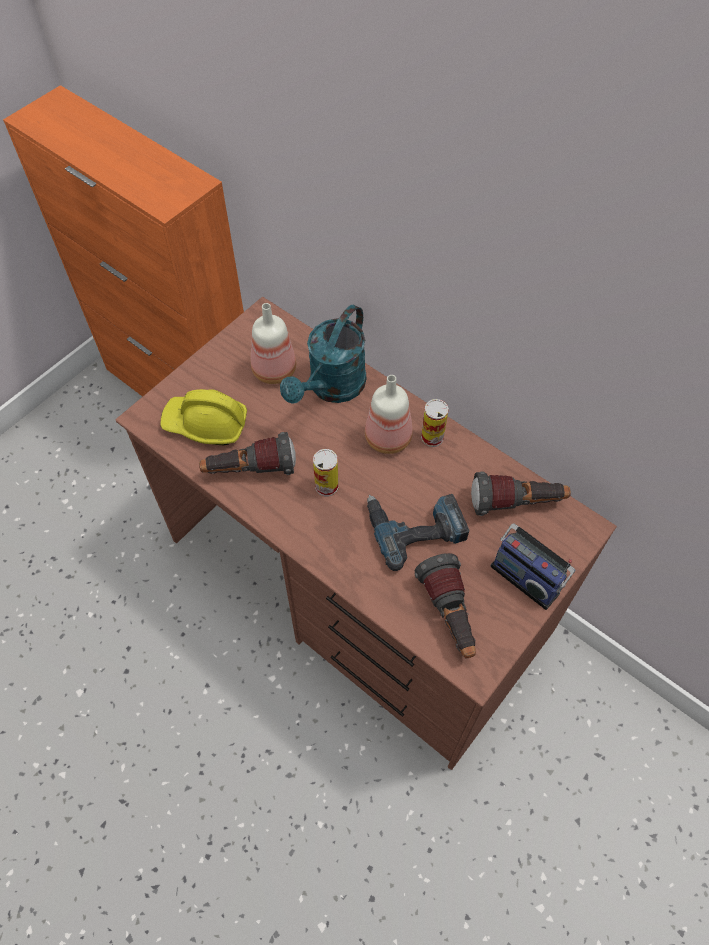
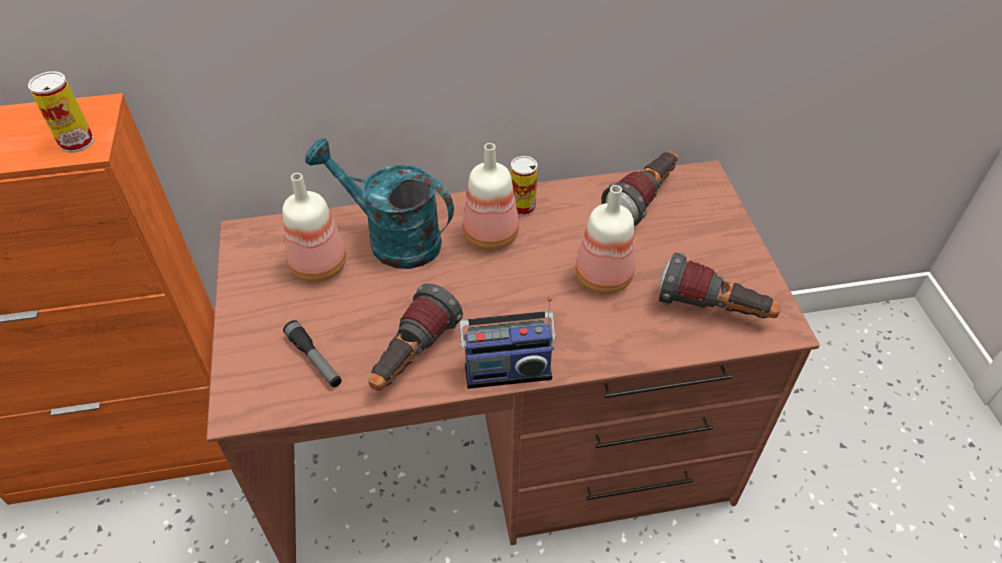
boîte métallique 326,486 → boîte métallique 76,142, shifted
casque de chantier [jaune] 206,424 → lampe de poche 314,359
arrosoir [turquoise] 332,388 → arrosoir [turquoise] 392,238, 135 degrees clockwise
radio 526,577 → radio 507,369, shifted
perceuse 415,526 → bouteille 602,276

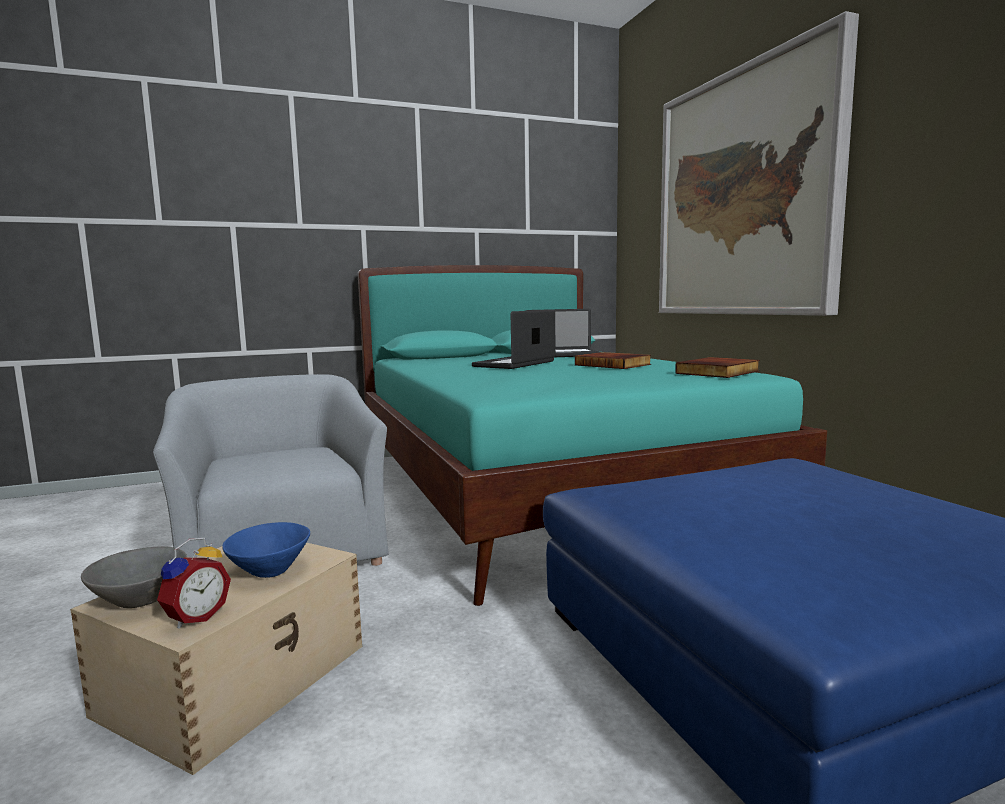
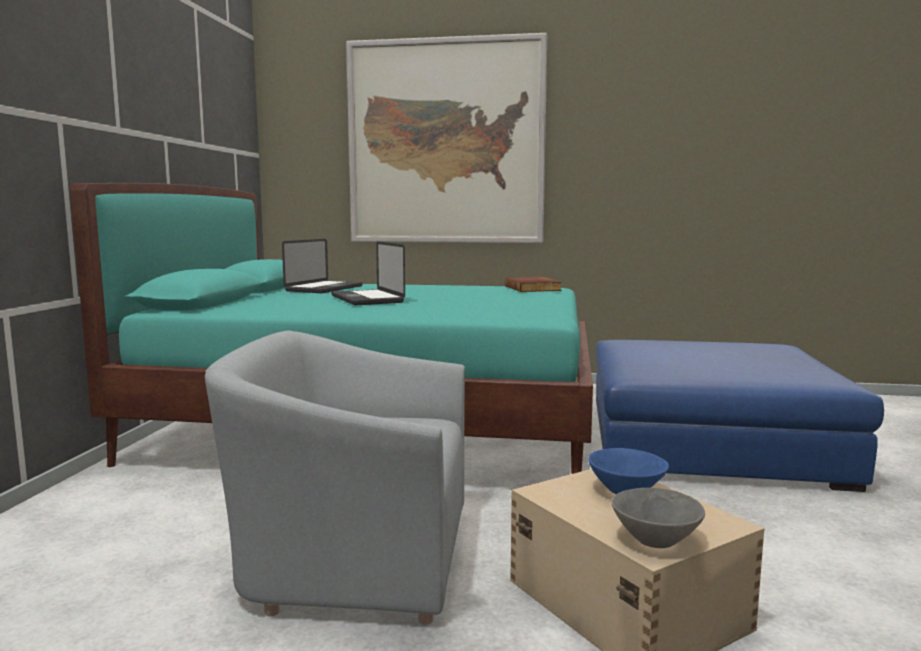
réveil 195,617 → -
livre 613,364 → -

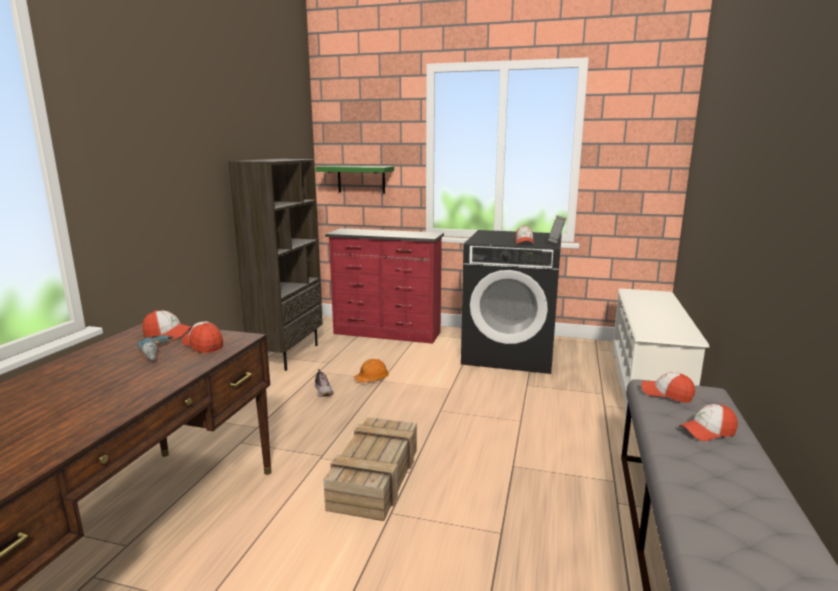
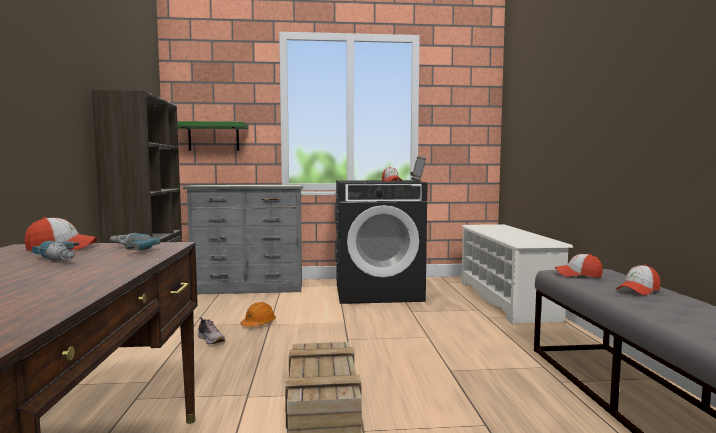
casquette 203,344 → perceuse 123,250
commode [rouge] 387,333 → commode [gris] 249,289

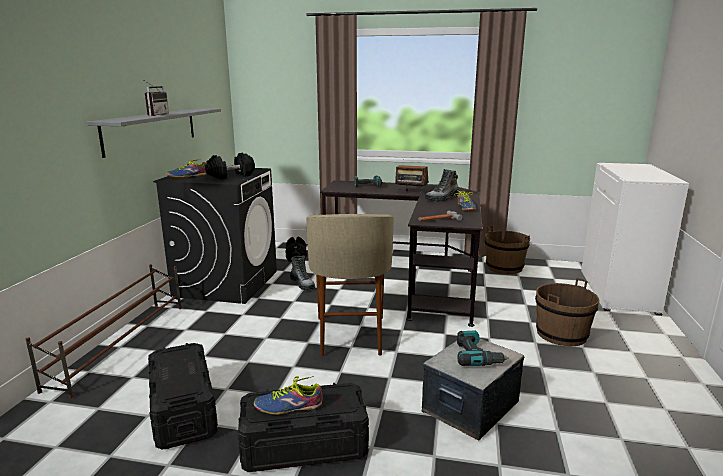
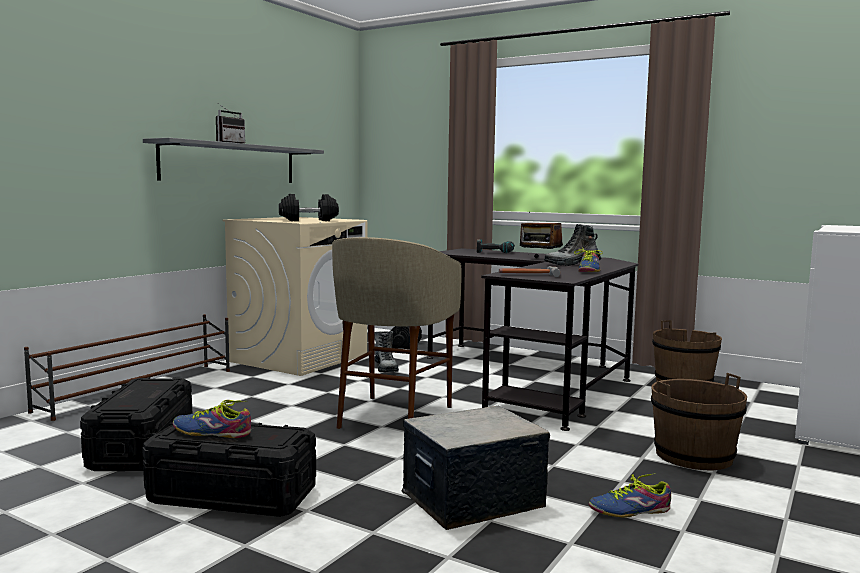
lave-linge [noir] 227,283 → lave-linge [beige] 300,358
chaussure 188,176 → chaussure 630,510, shifted
perceuse 477,356 → -

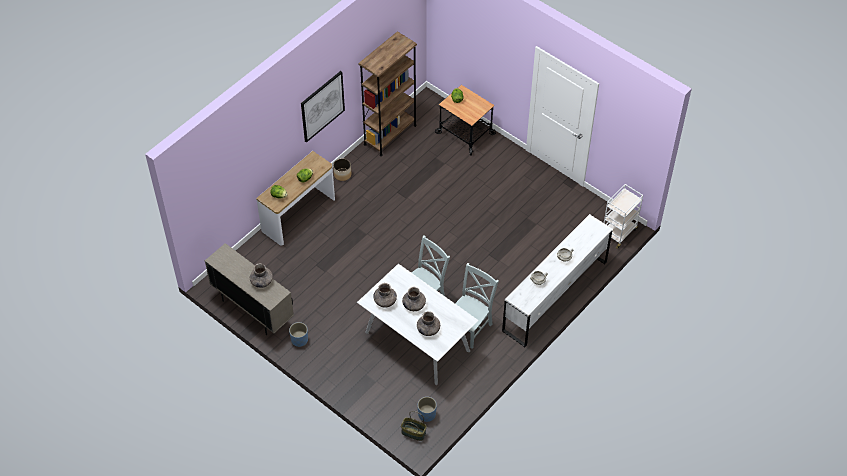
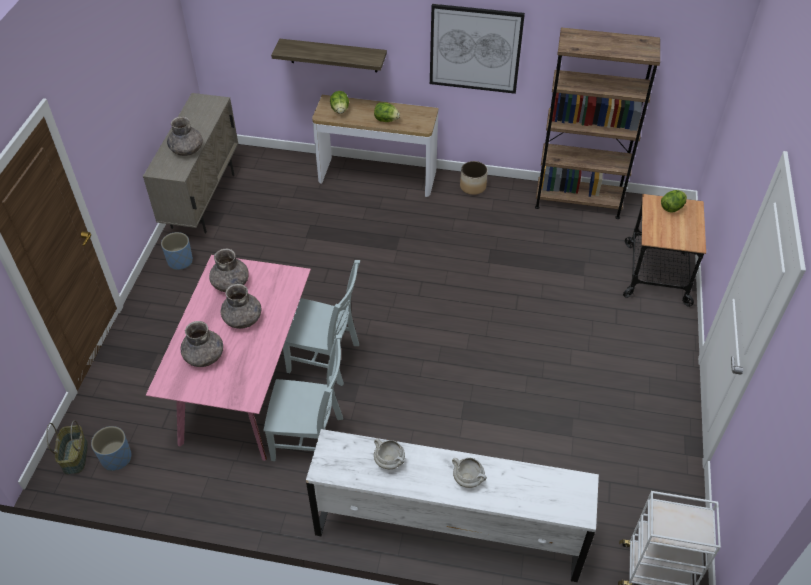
table à manger [blanc] 418,341 → table à manger [rose] 247,386
- → étagère 333,55

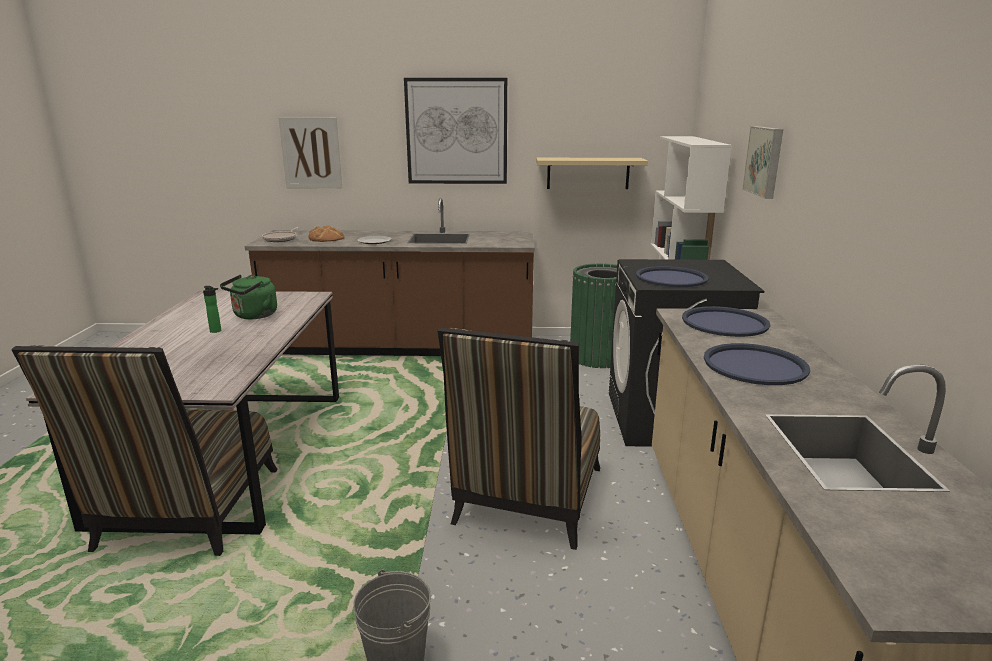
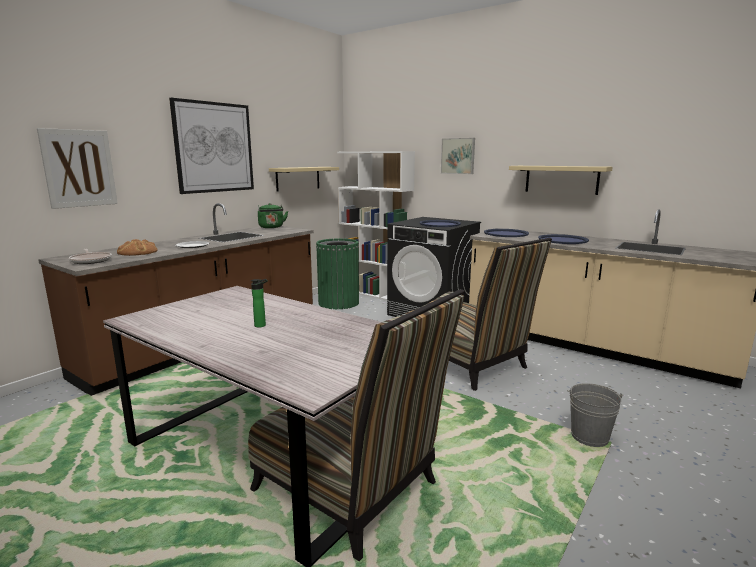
bouilloire [vert] 253,316 → bouilloire [vert] 271,227, shifted
- → étagère [beige] 561,179

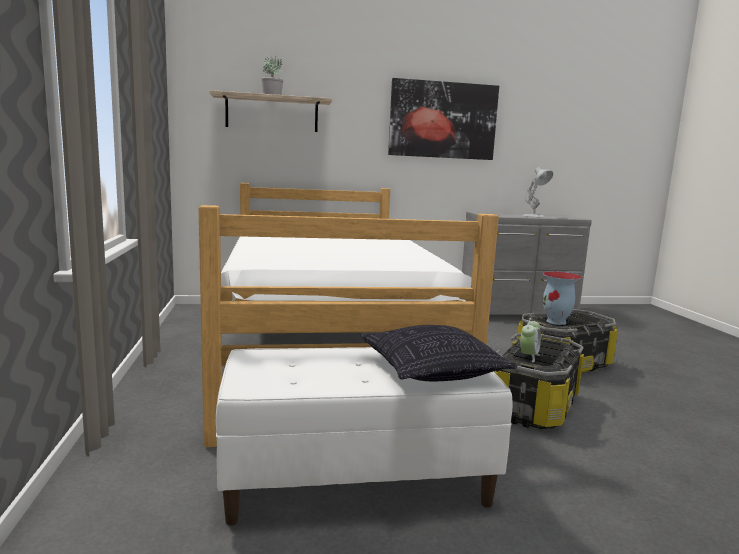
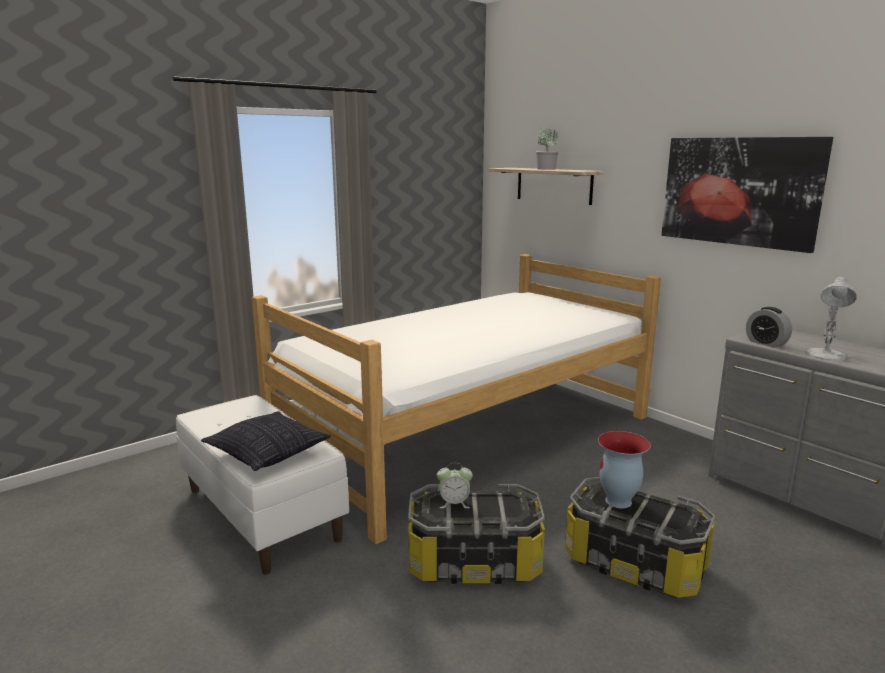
- → réveil 766,343

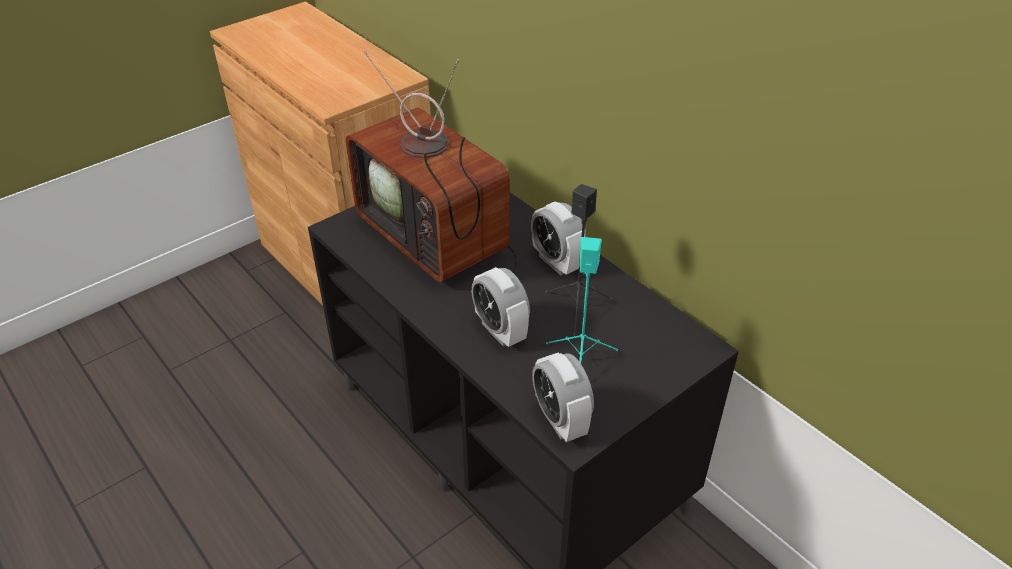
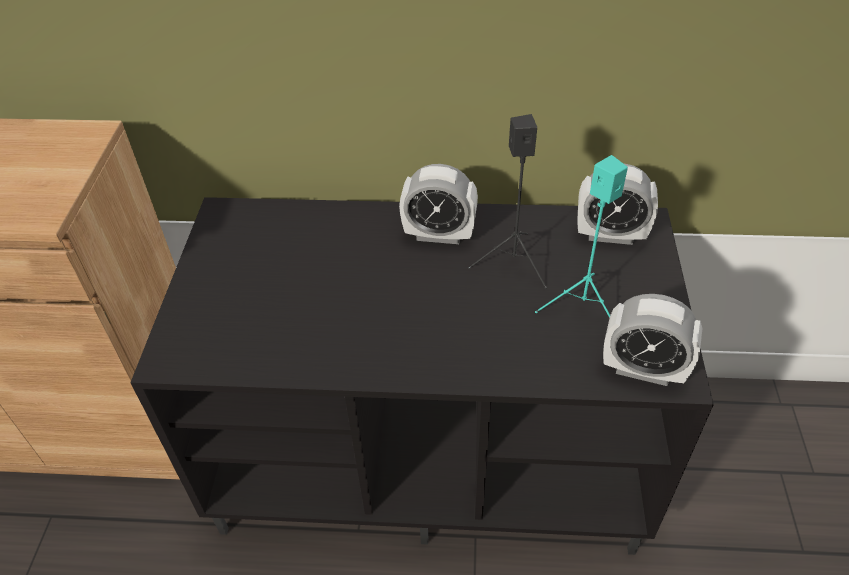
réveil 500,331 → réveil 610,235, shifted
téléviseur 439,239 → -

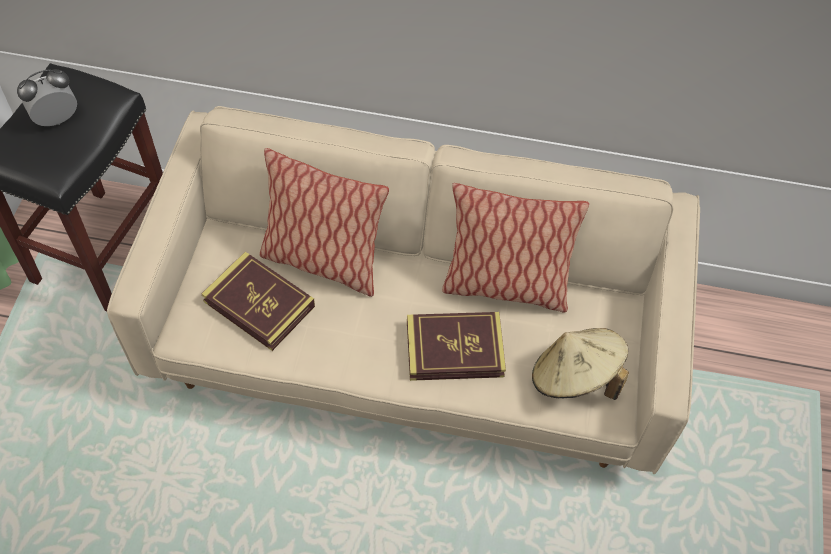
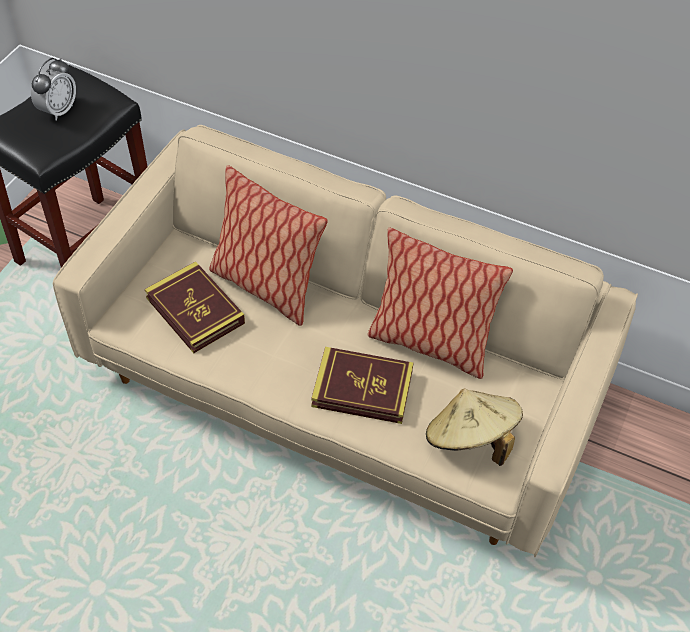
réveil 57,119 → réveil 58,110, 135 degrees clockwise

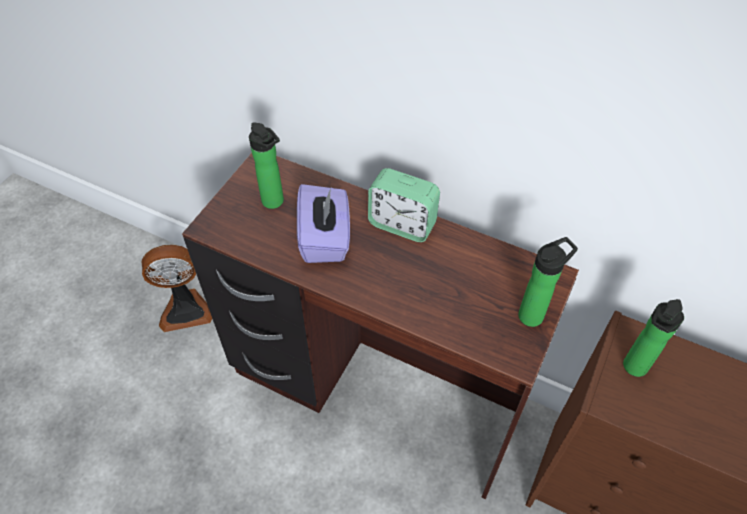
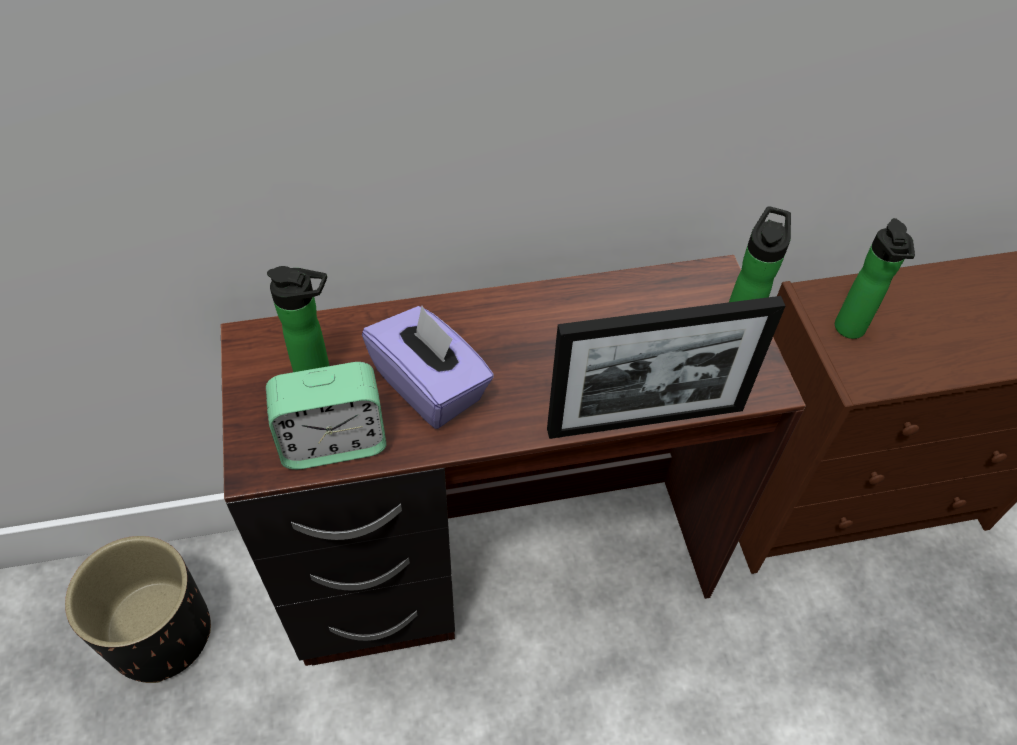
ventilateur 185,309 → cache-pot [noir] 161,634
réveil 402,224 → réveil 333,442, shifted
- → cadre photo 645,420

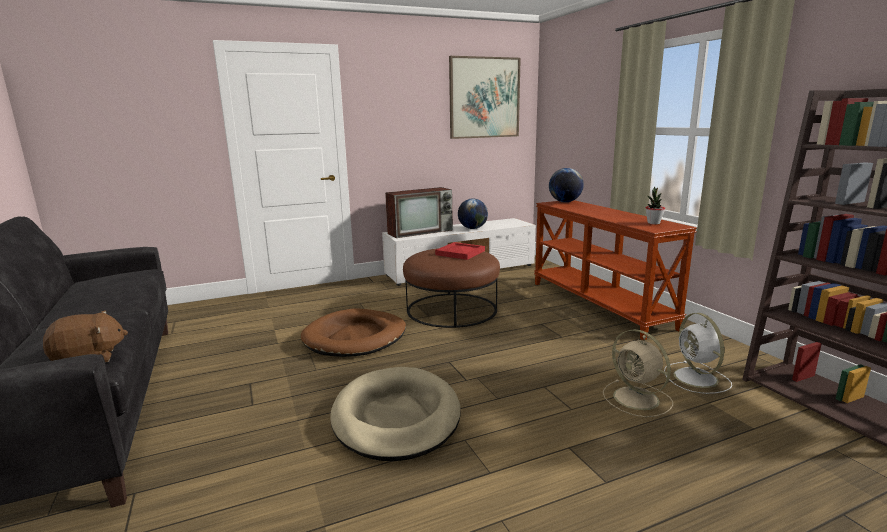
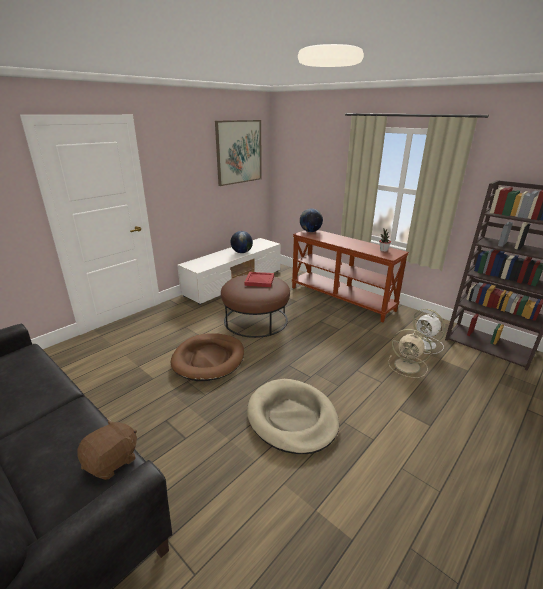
téléviseur 421,231 → -

